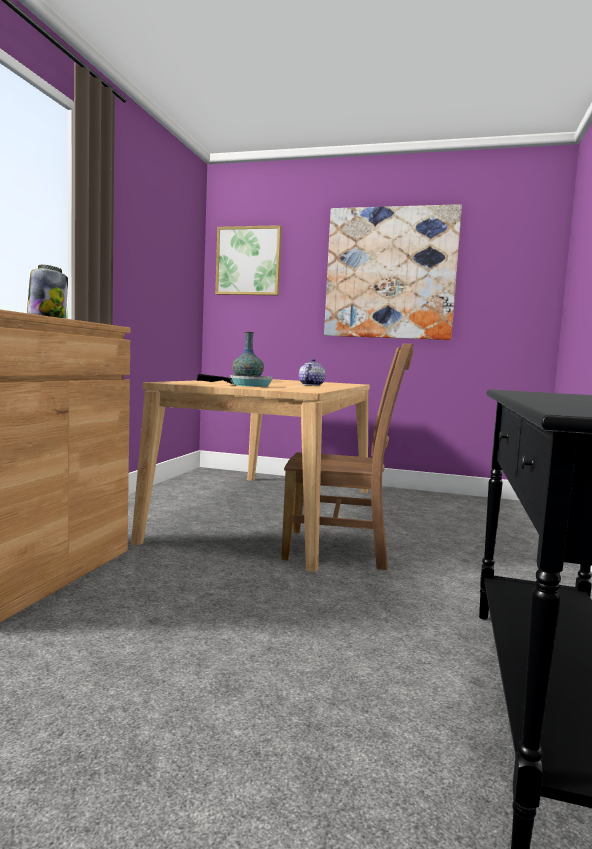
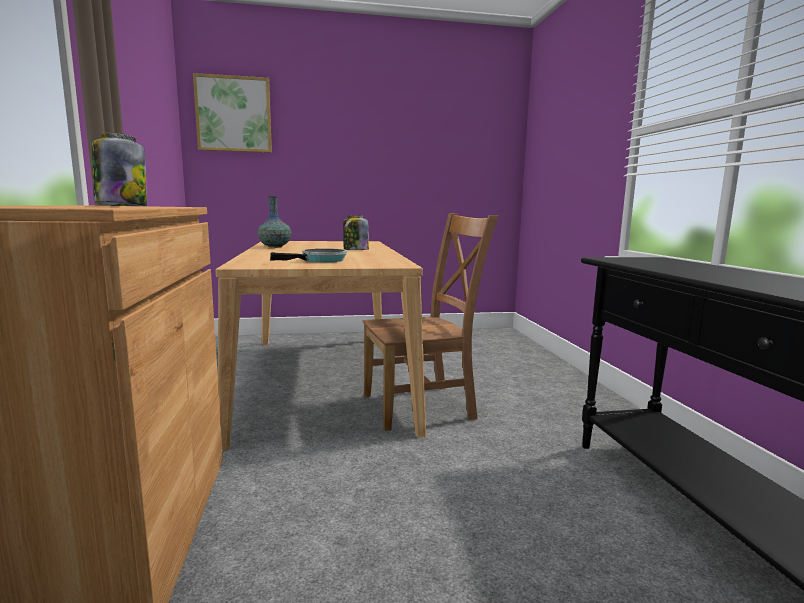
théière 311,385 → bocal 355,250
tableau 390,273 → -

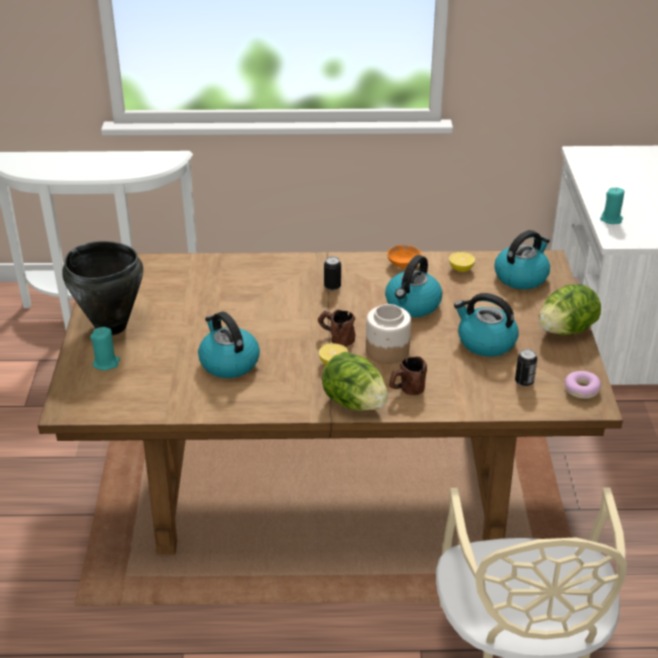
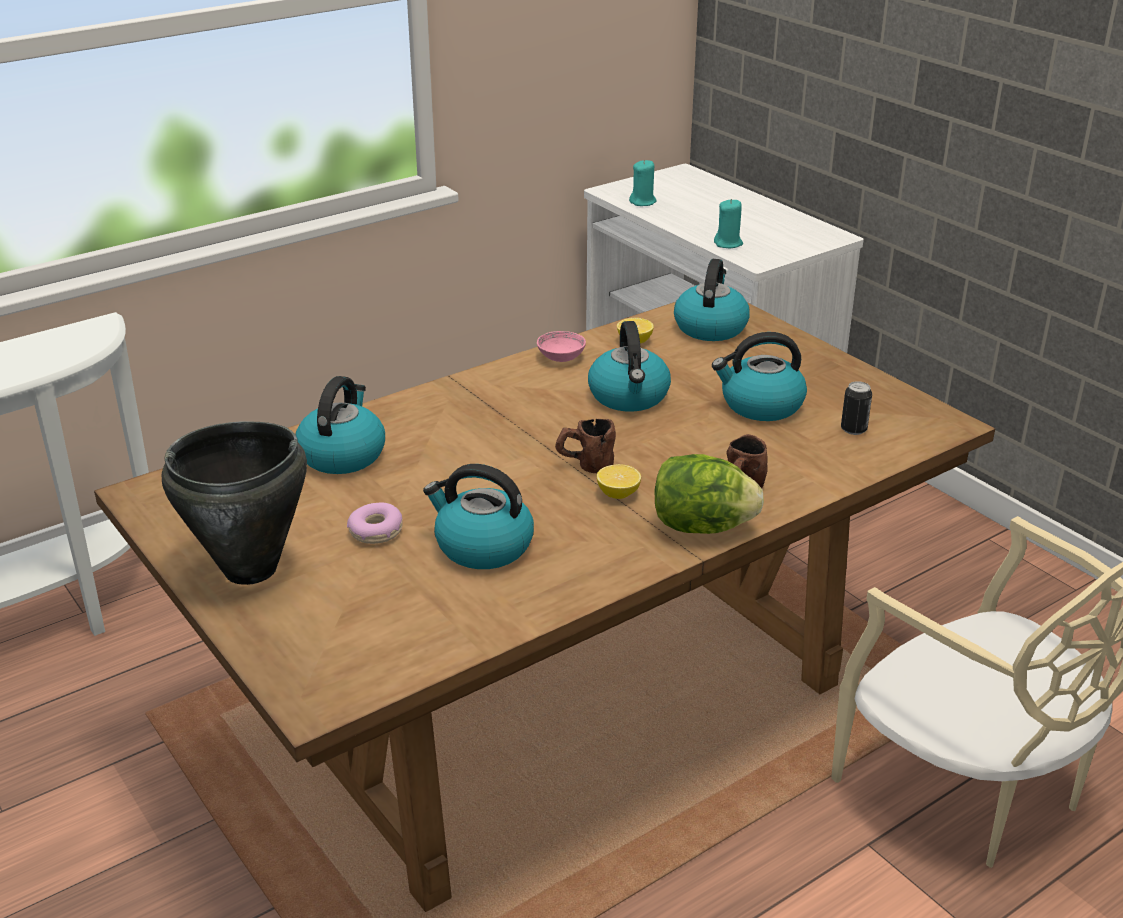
- → bouilloire 342,454
beignet 581,390 → beignet 376,532, shifted
bol [orange] 403,264 → bol [rose] 561,357
bougie [turquoise] 106,363 → bougie [turquoise] 643,202, shifted
boîte métallique 332,286 → -
bocal 386,350 → -
laitue 566,330 → -

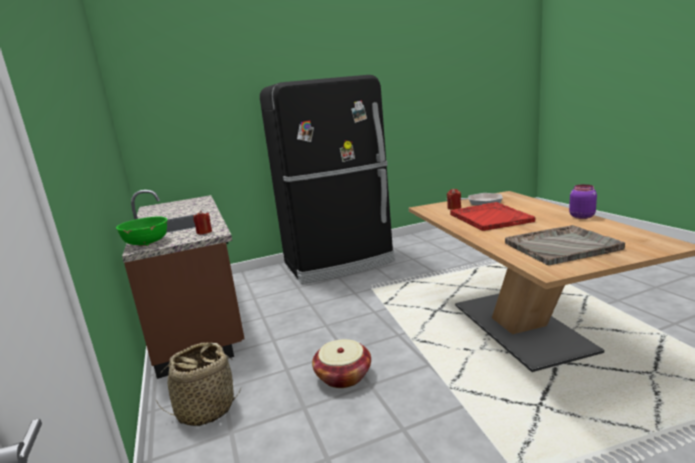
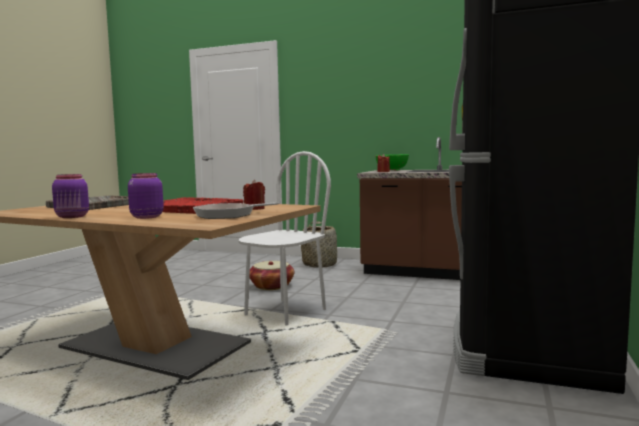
- → bocal [violet] 146,217
- → chaise [blanc] 285,312

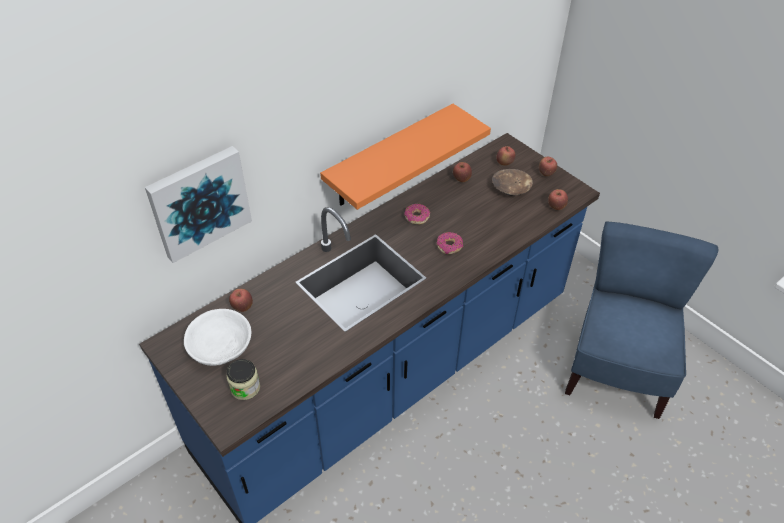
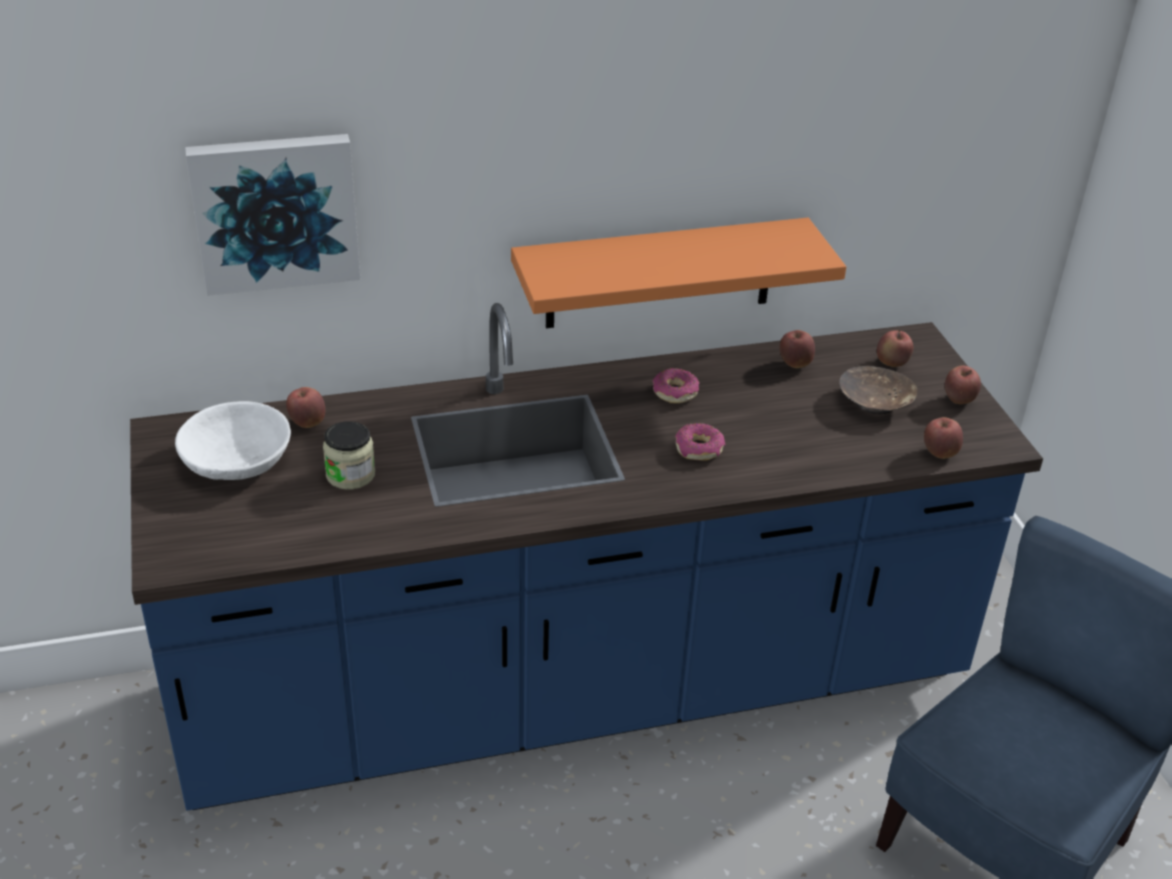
bocal 245,387 → bocal 350,475, shifted

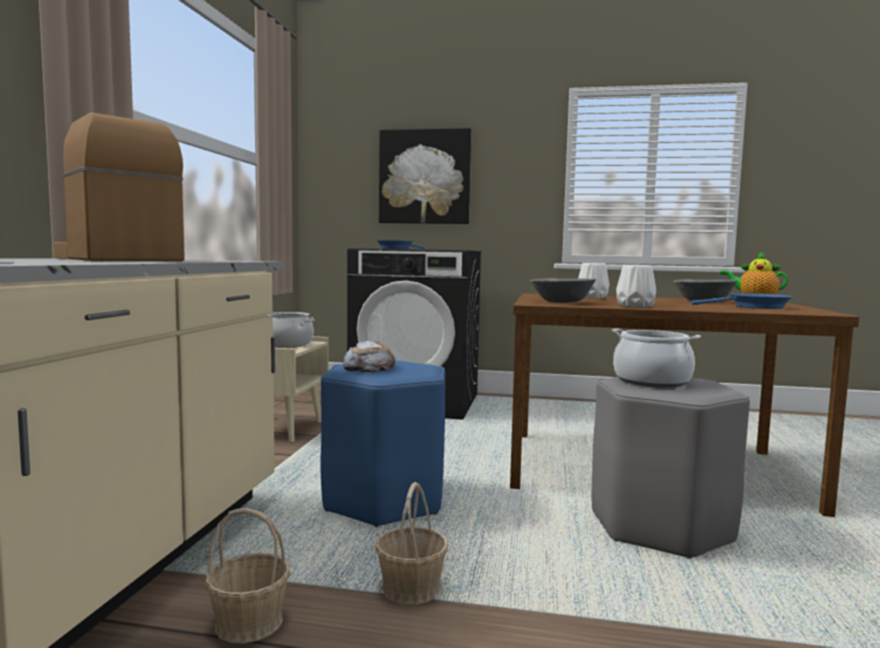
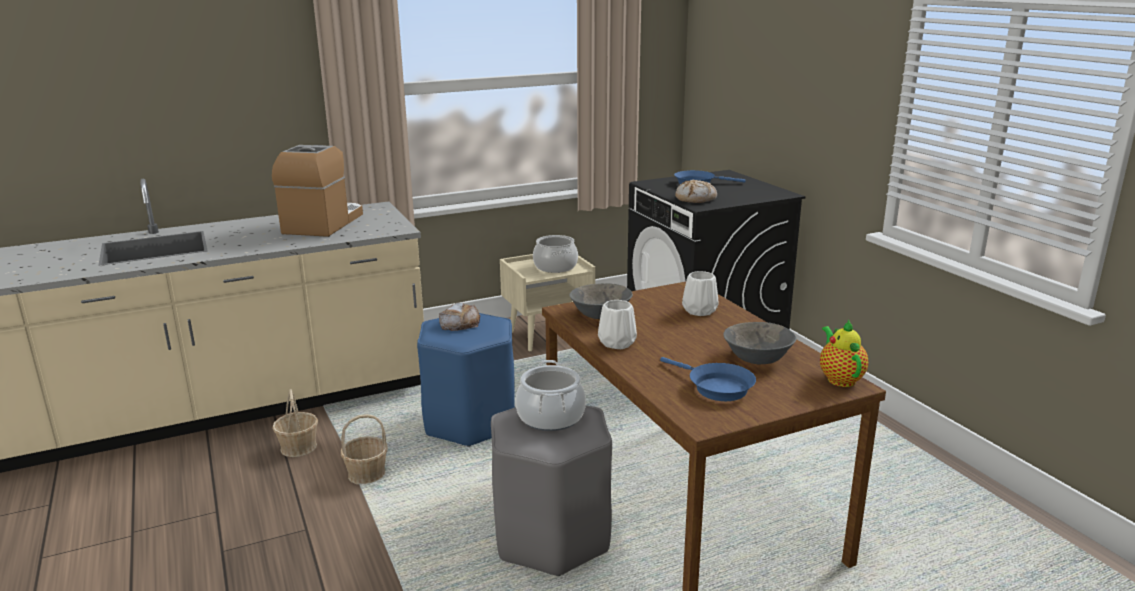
- → pain 696,199
tableau 424,177 → -

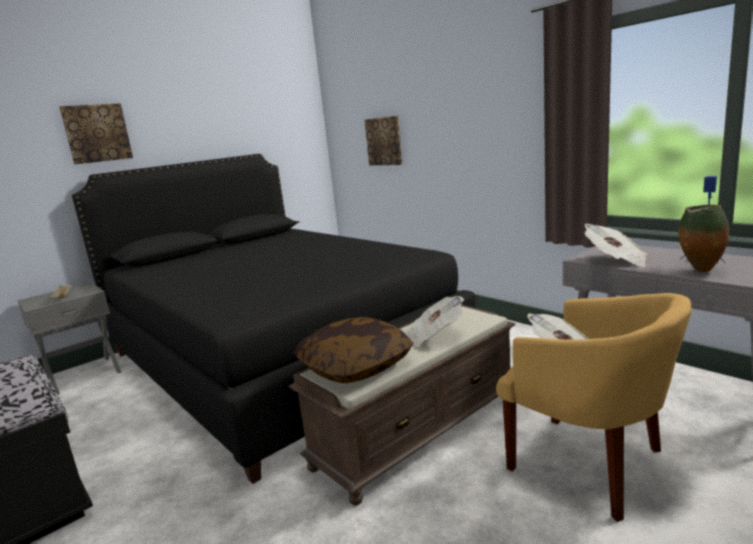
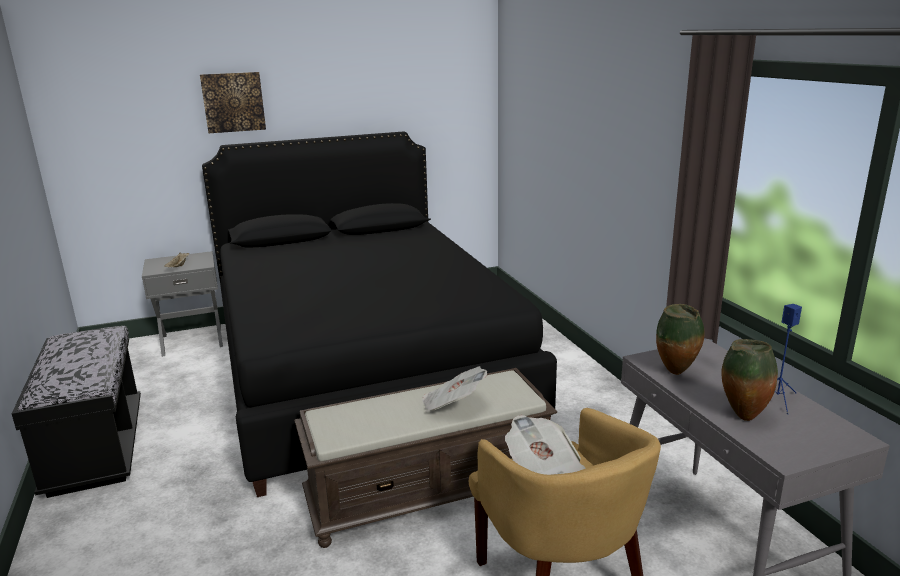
journal 616,260 → vase 676,373
coussin 355,366 → -
tableau 384,141 → -

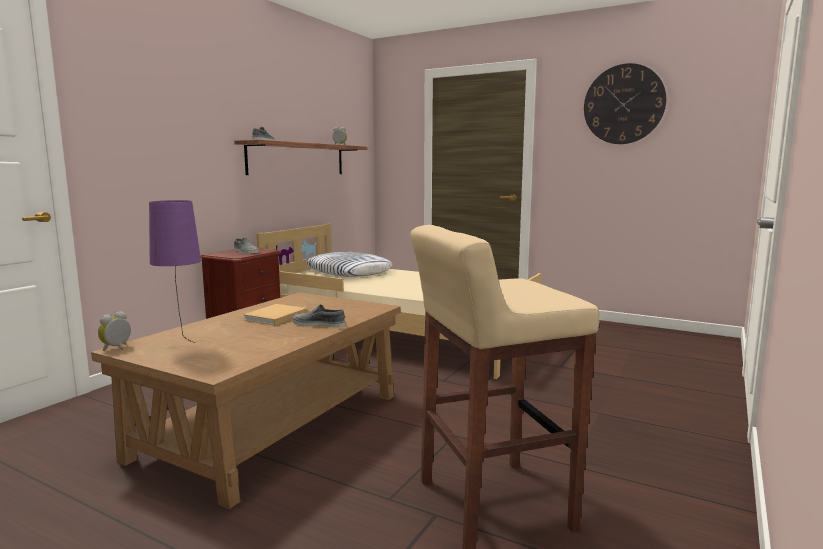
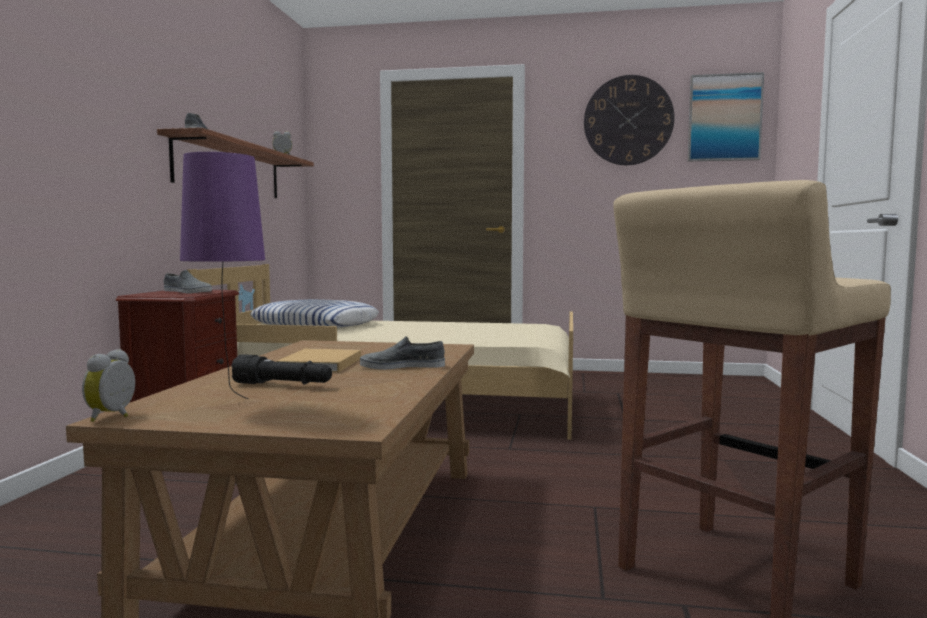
- → lampe de poche [noir] 283,385
- → tableau 724,118

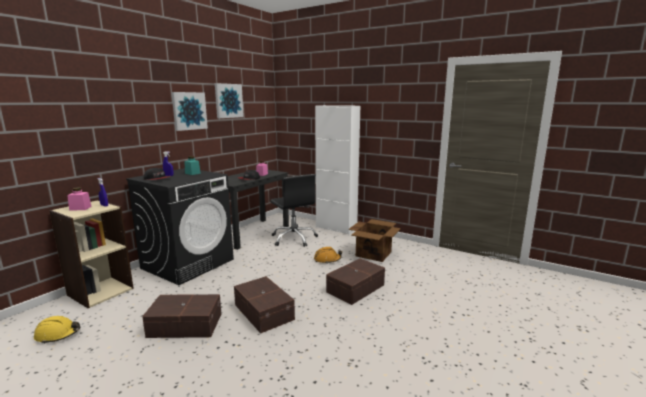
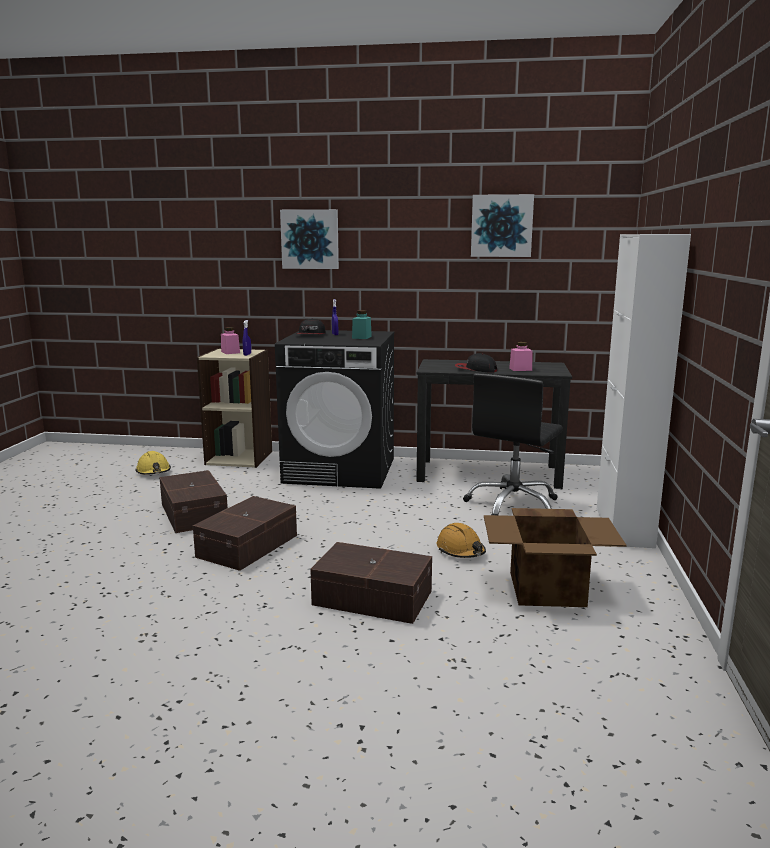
tableau 189,111 → tableau 310,239, shifted

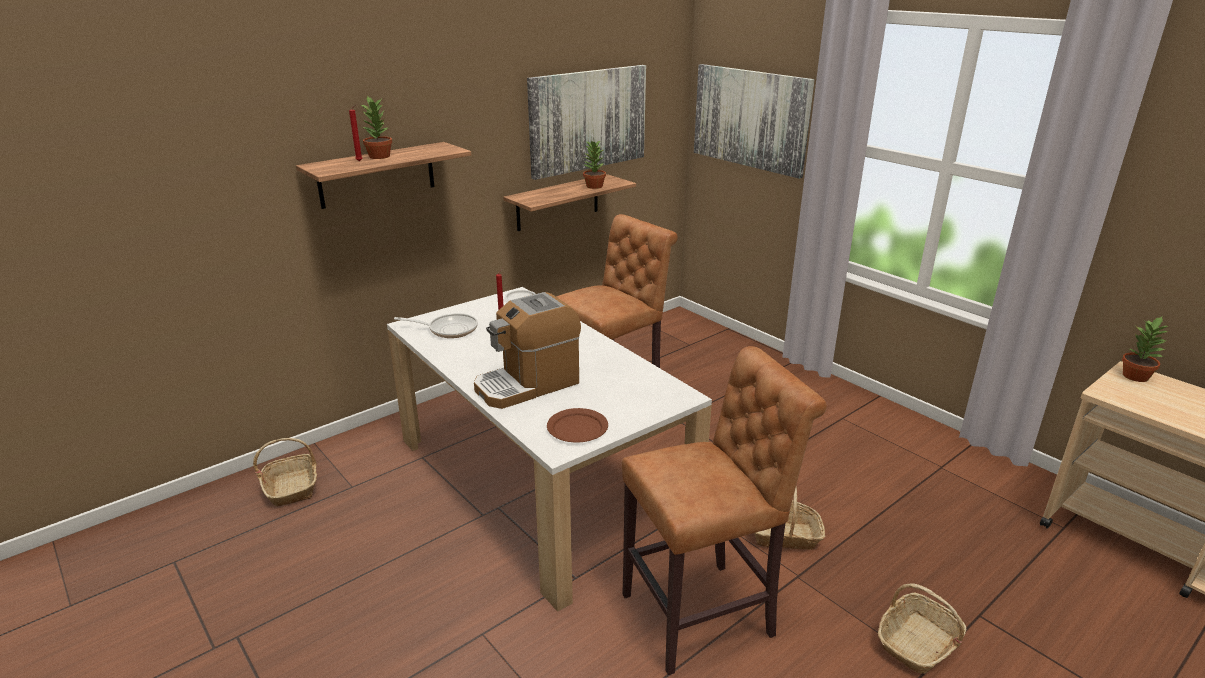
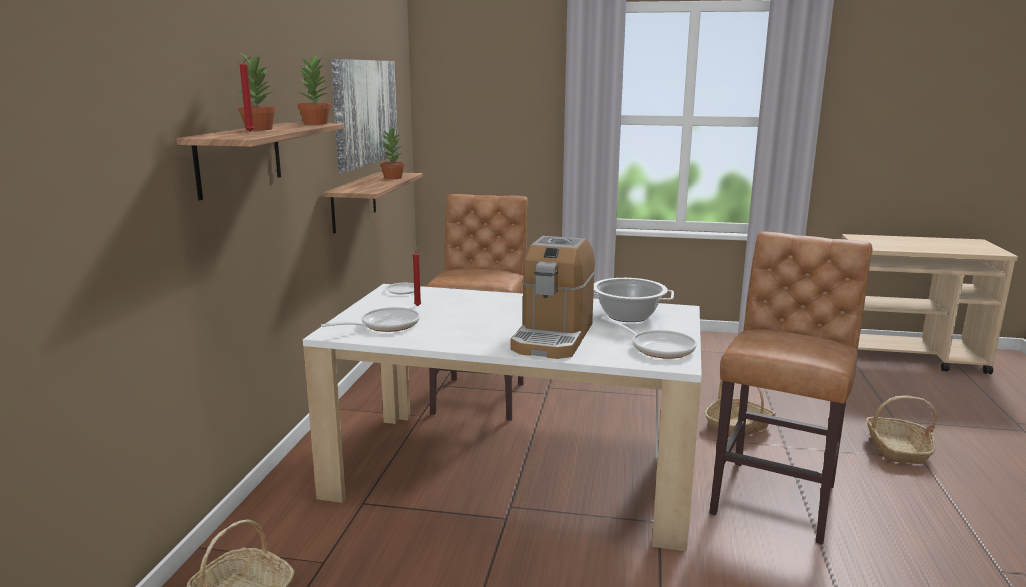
plante en pot 1136,376 → plante en pot 316,123, shifted
- → marmite 628,316
assiette [marron] 578,428 → poêle 658,348
tableau 750,118 → -

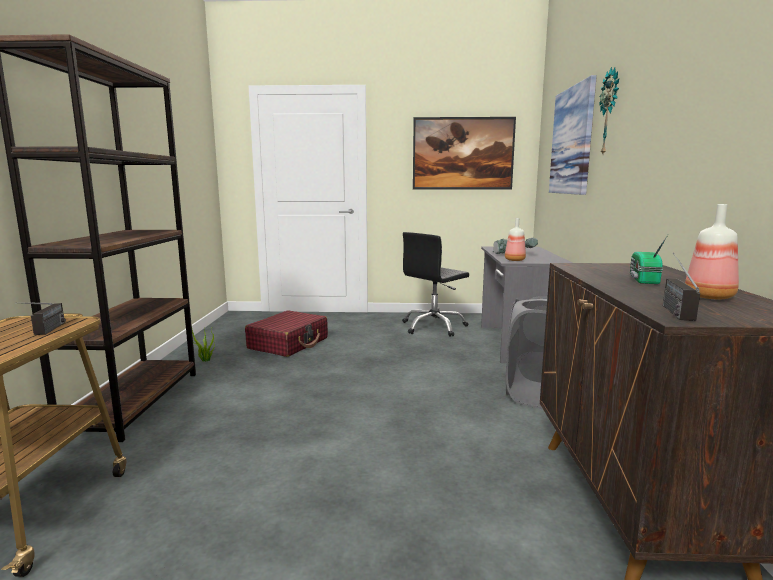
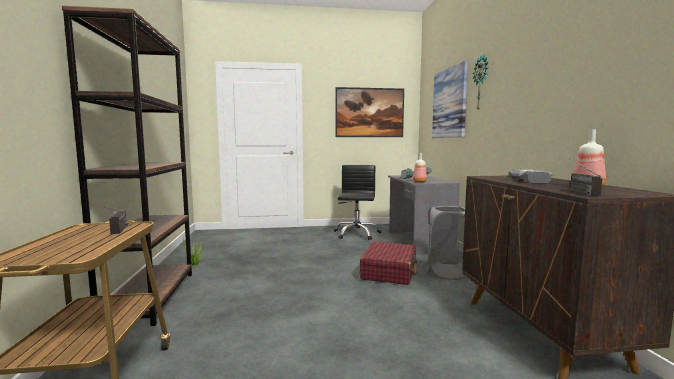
chaise de bureau [noir] 434,327 → chaise de bureau [noir] 356,234, 150 degrees clockwise
valise [rouge] 289,343 → valise [rouge] 389,272, shifted
radio 642,279 → perceuse 537,181

